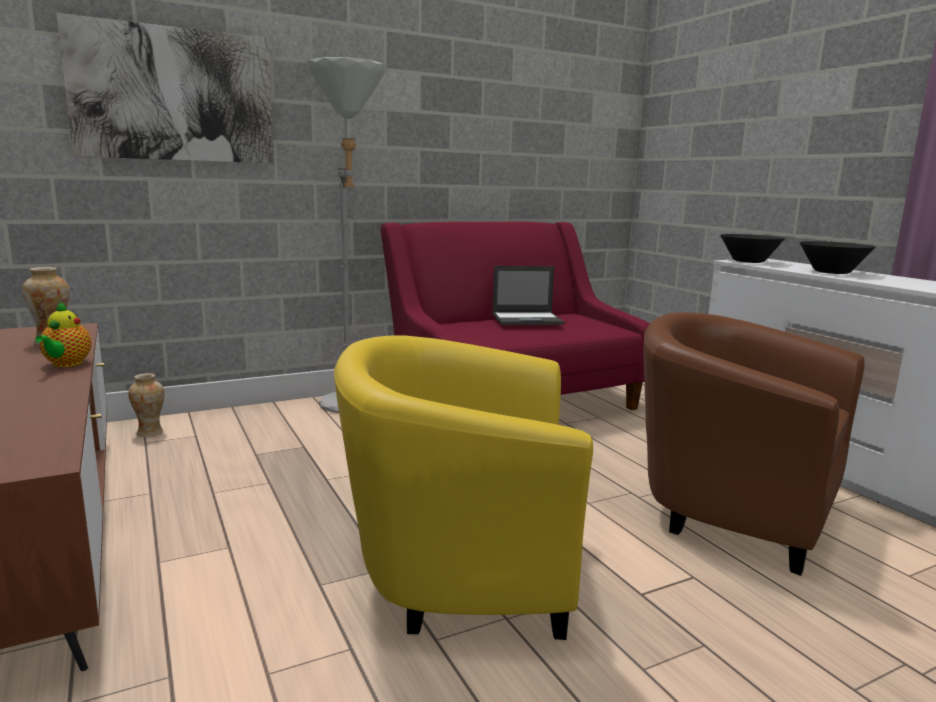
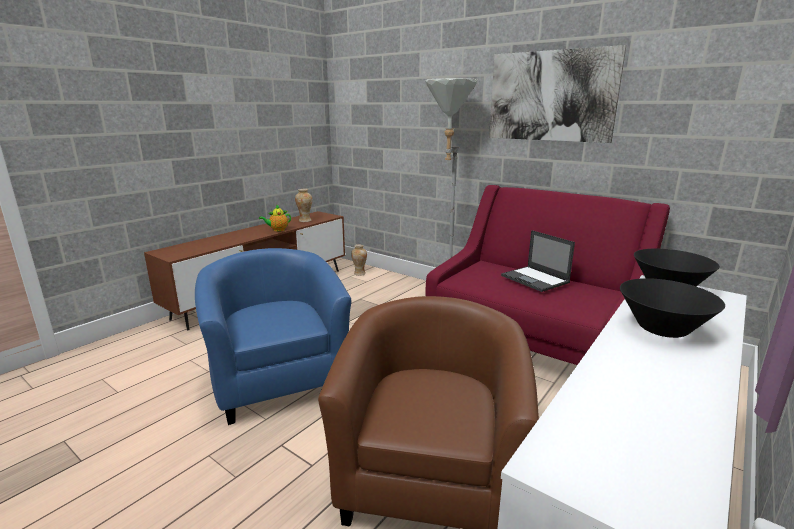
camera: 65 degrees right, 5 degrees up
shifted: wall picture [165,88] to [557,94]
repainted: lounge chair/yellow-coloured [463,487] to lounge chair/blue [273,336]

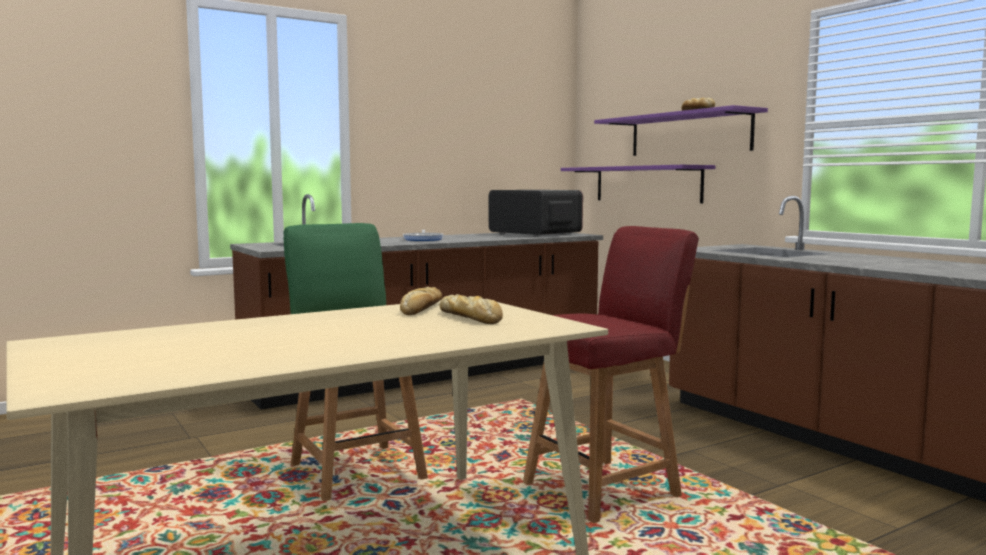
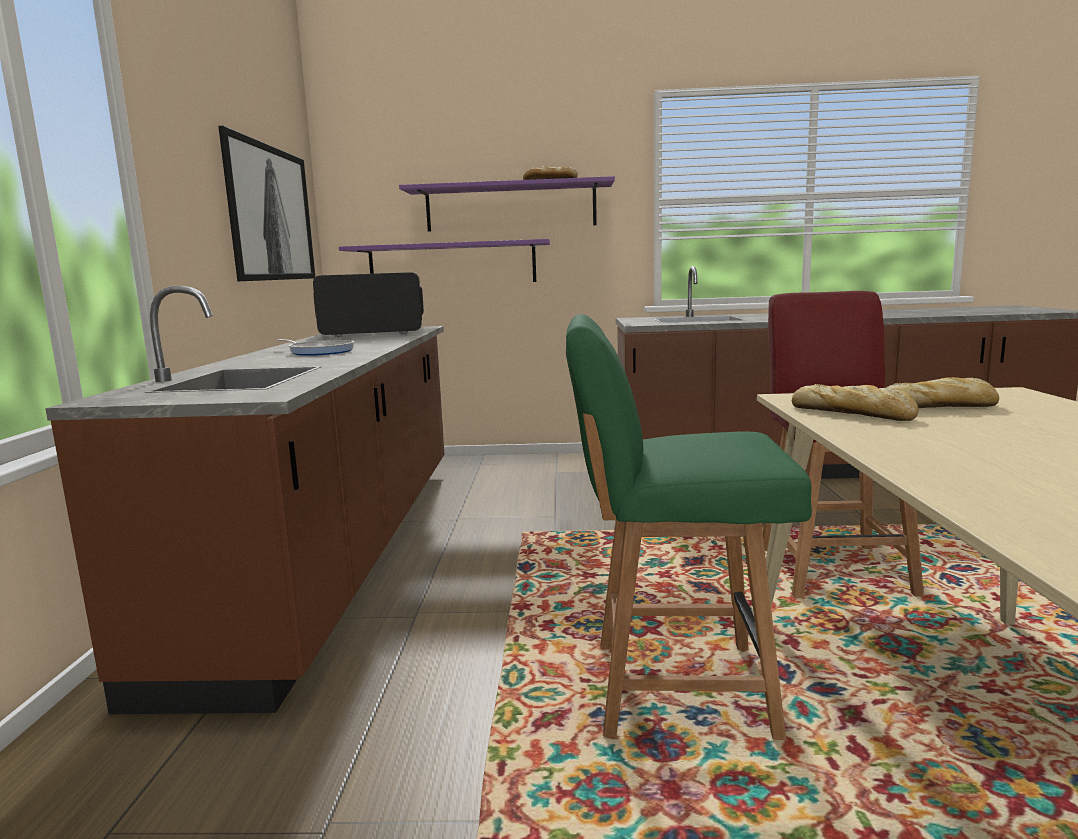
camera: 55 degrees left, 5 degrees up
new: wall picture [266,203]

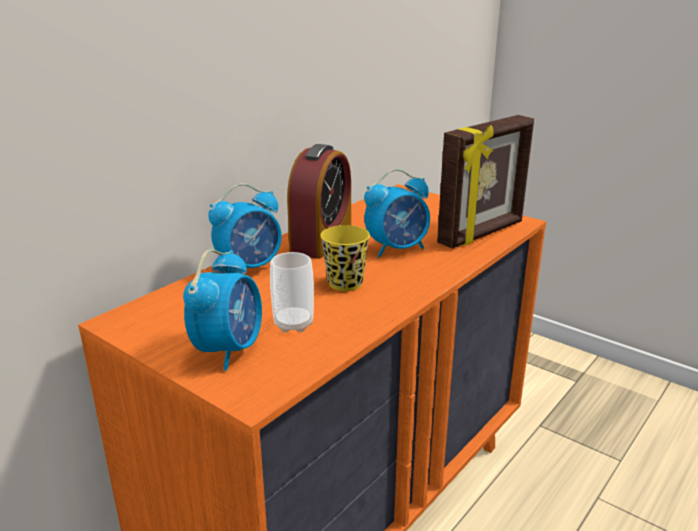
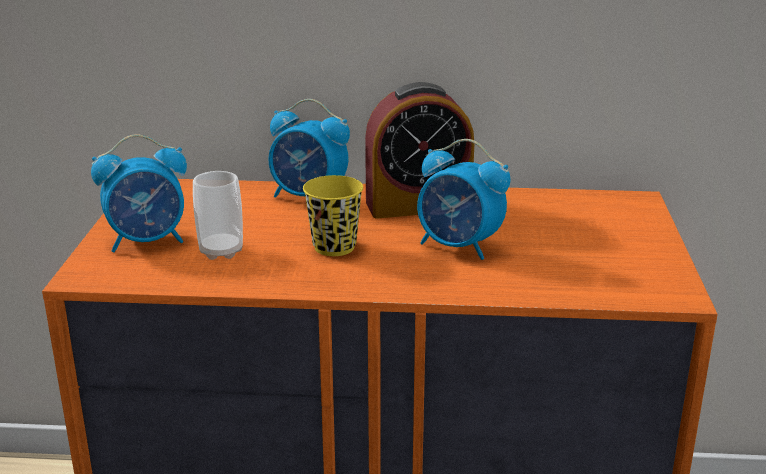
camera: 55 degrees right, 0 degrees up
gone: picture frame [485,182]

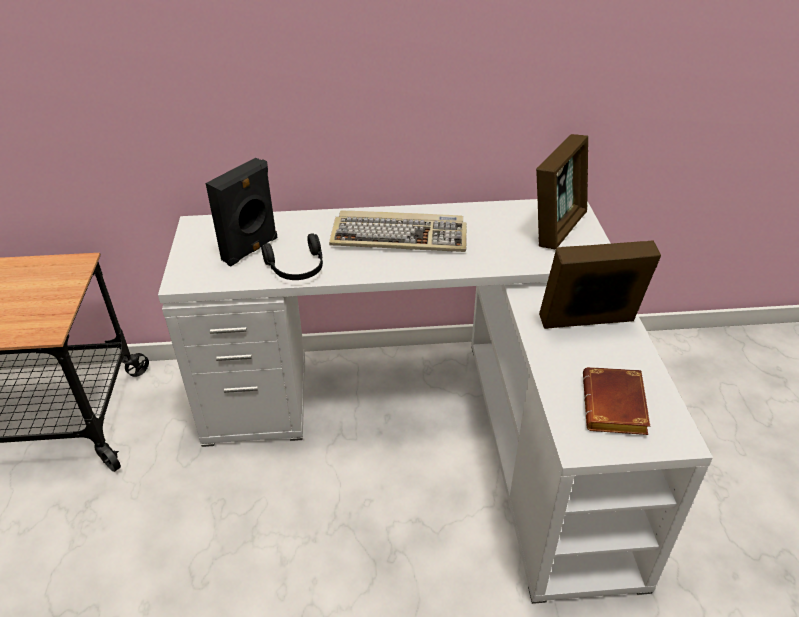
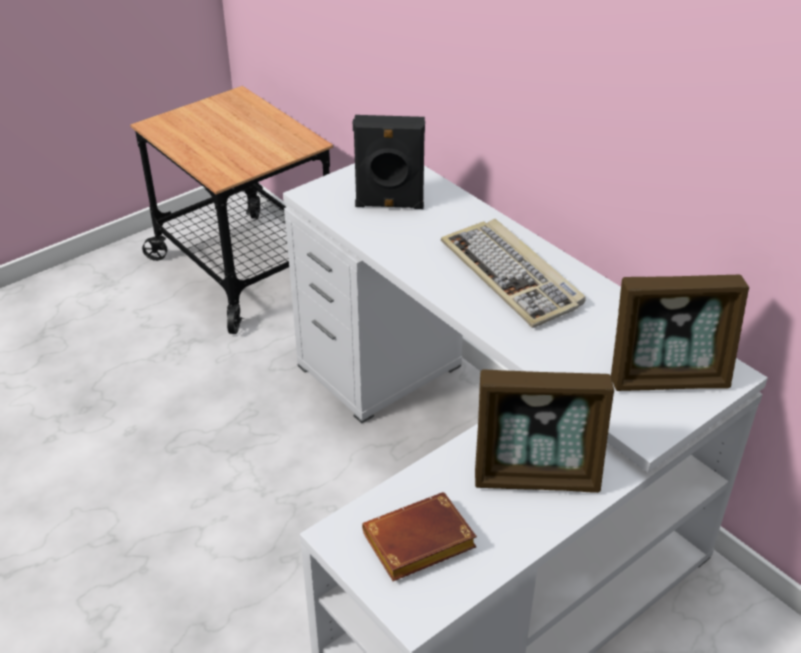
camera: 55 degrees right, 0 degrees up
gone: headphones/blackish [292,256]
rotated: picture frame [600,284] = [544,431] 135 degrees clockwise

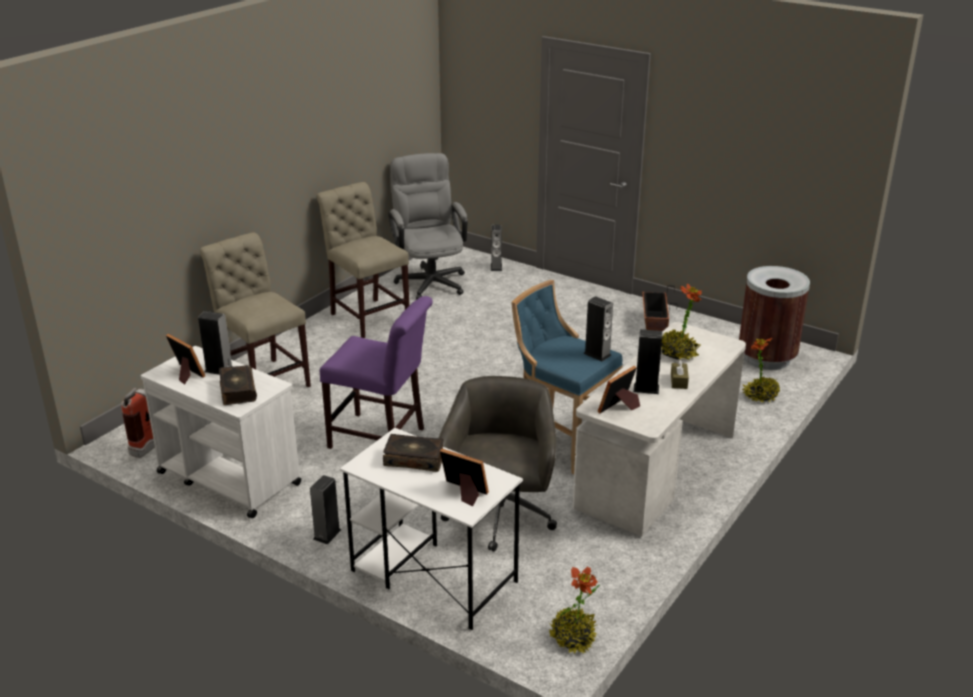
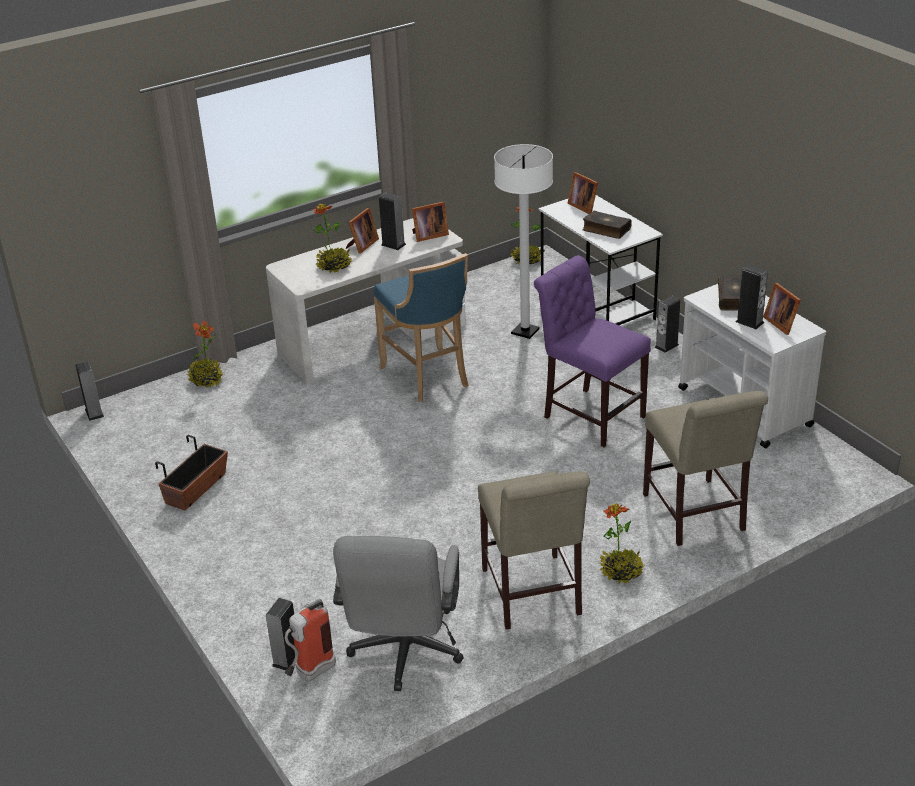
camera: 155 degrees left, 5 degrees up
gone: rubbish bin/brown [774,318]
new: plant in a pot [622,543]
shifted: speaker [598,328] to [90,391]; fire extinguisher [138,423] to [310,640]
swapped: tissue holder/brown [680,374] to picture frame [362,230]; desk chair/grey [498,464] to floor lamp/whitish [523,241]

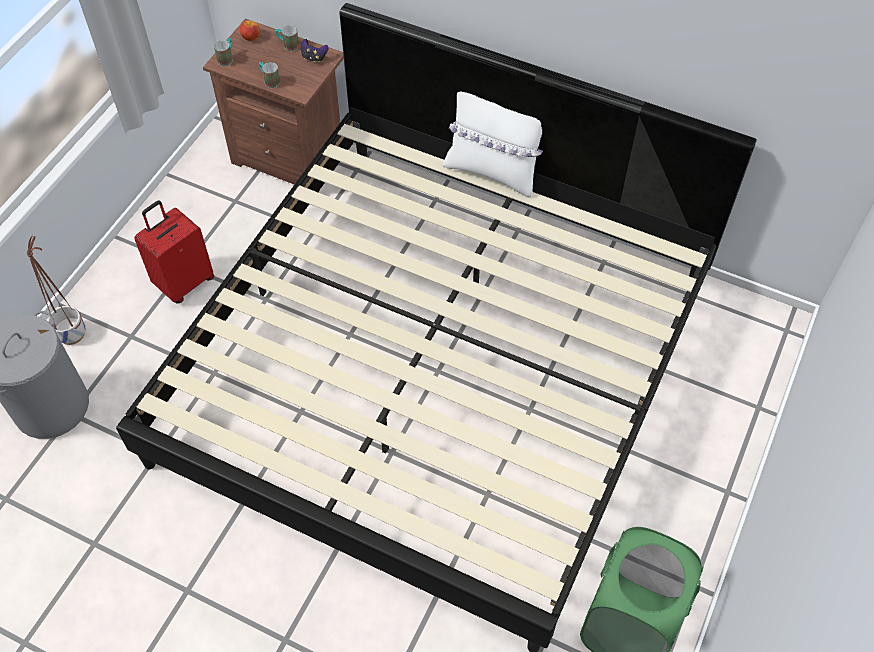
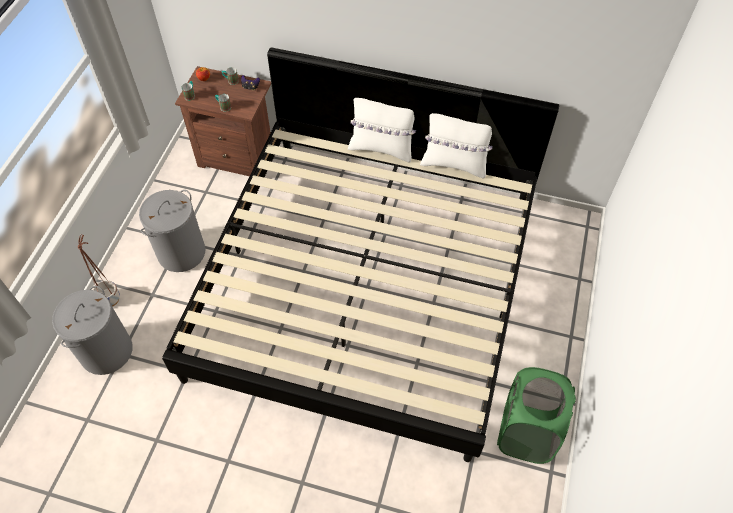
camera: 10 degrees left, 0 degrees up
new: cushion/whitish [456,146]
swapped: travel case/red [174,252] to laundry basket/grey [172,231]

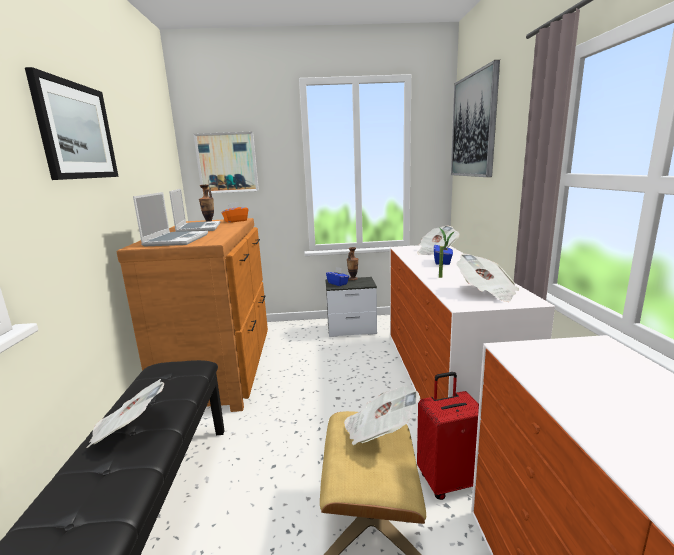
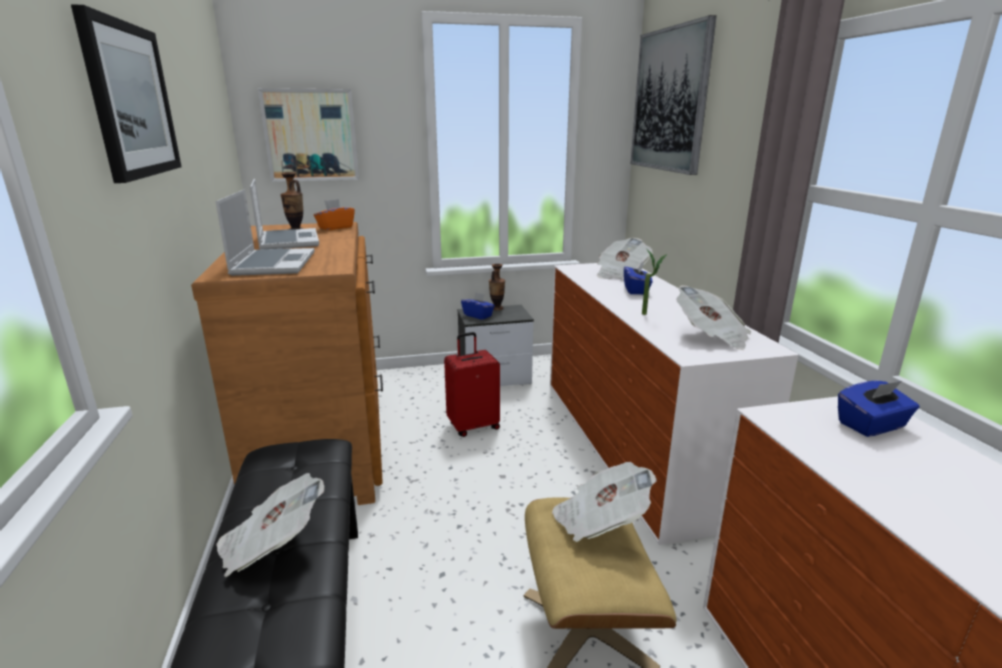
camera: 10 degrees left, 5 degrees up
new: tissue holder/blue [878,409]
shifted: travel case/red [448,436] to [472,384]

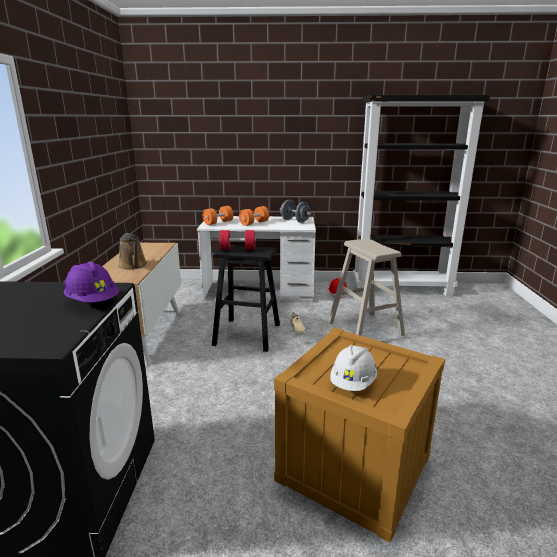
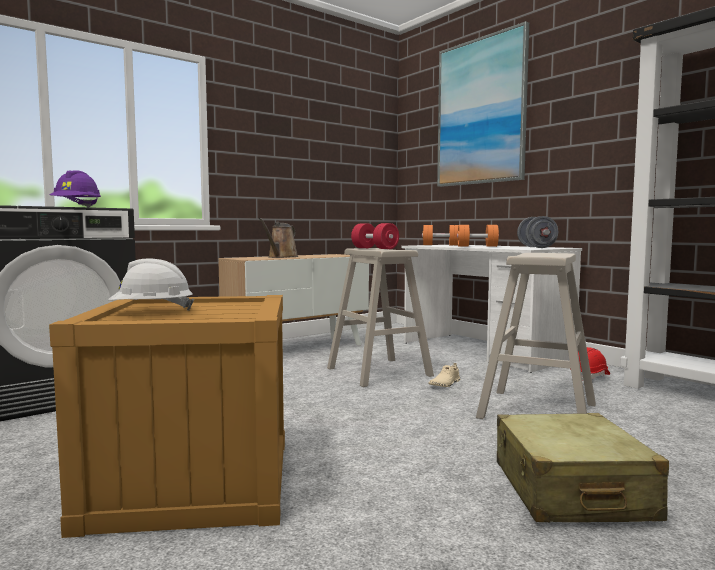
camera: 50 degrees right, 15 degrees down
new: wall picture [483,104]; travel case/beige-coloured [583,468]
repainted: stool/blackish [246,298] to stool/beige-coloured [380,317]

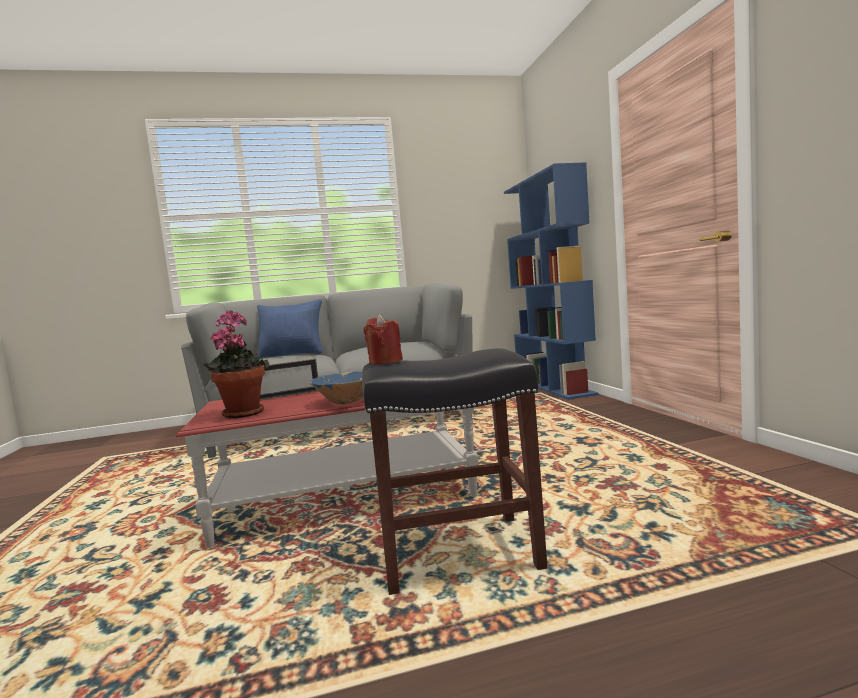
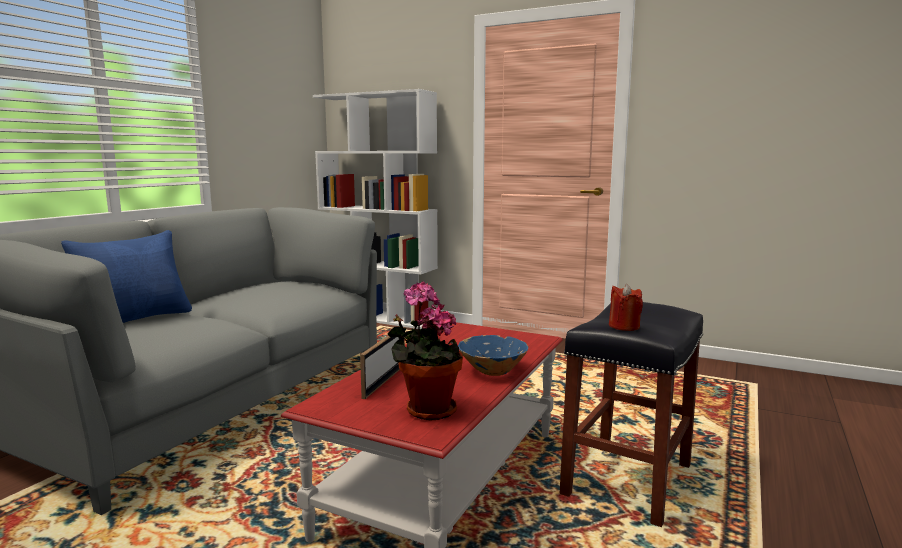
camera: 50 degrees left, 5 degrees up
repainted: bookshelf/blue [551,281] to bookshelf/whitish [375,209]

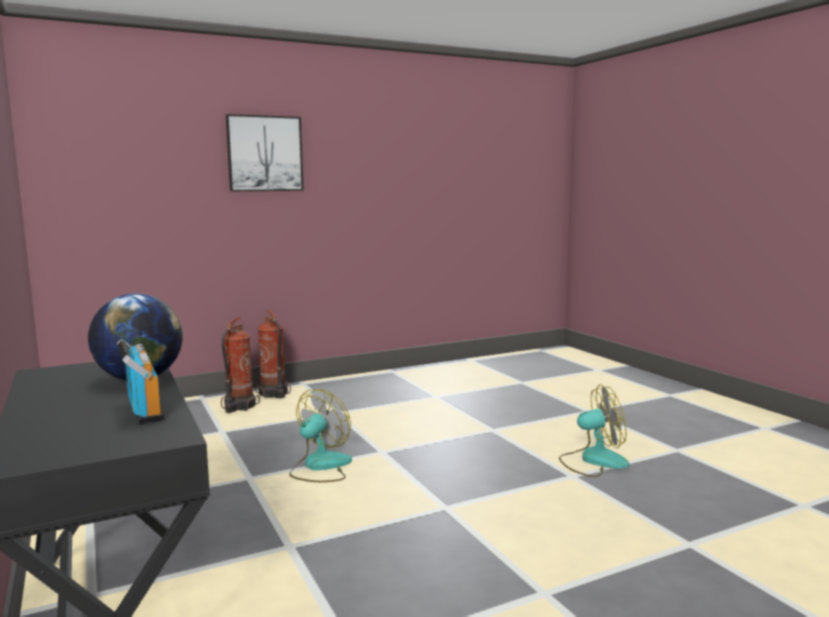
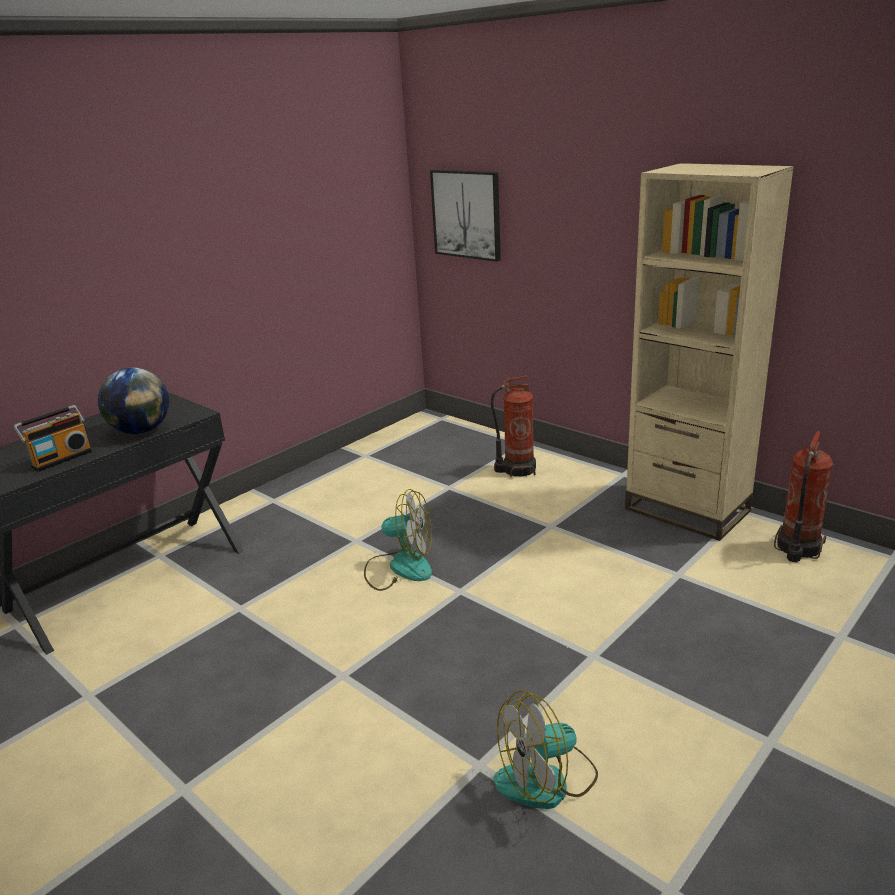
camera: 70 degrees right, 15 degrees up
new: bookshelf/beige-coloured [709,352]
shifted: wall picture [265,152] to [465,216]; fire extinguisher [273,353] to [803,497]
rotated: cooling fan [594,431] = [545,749] 90 degrees clockwise

